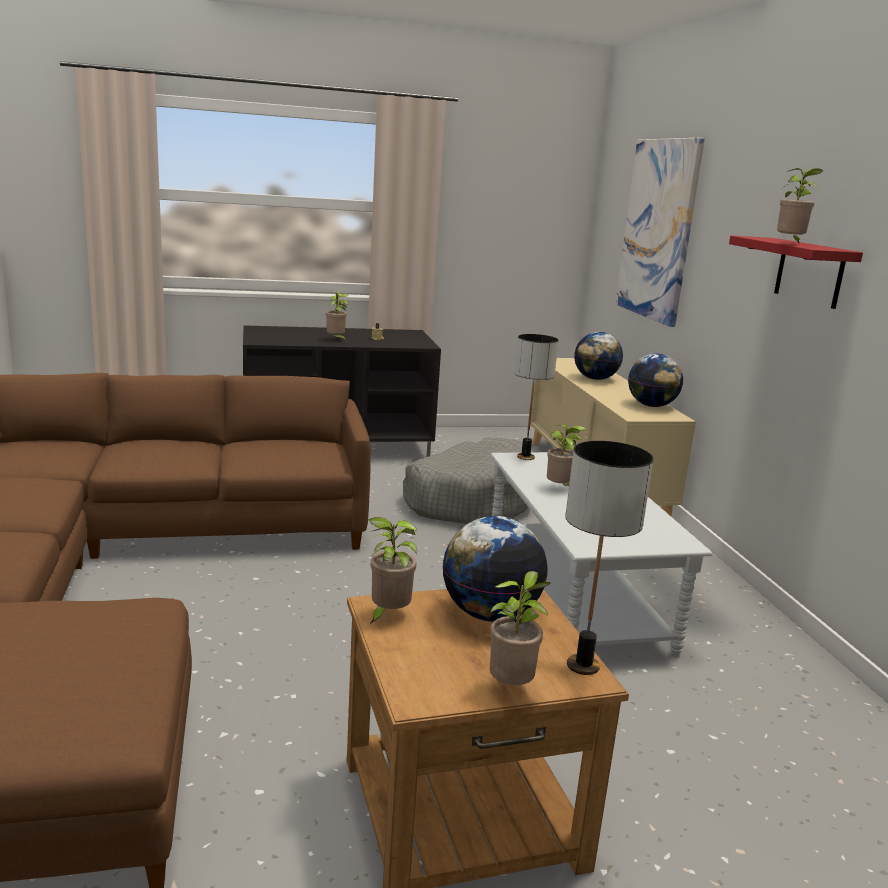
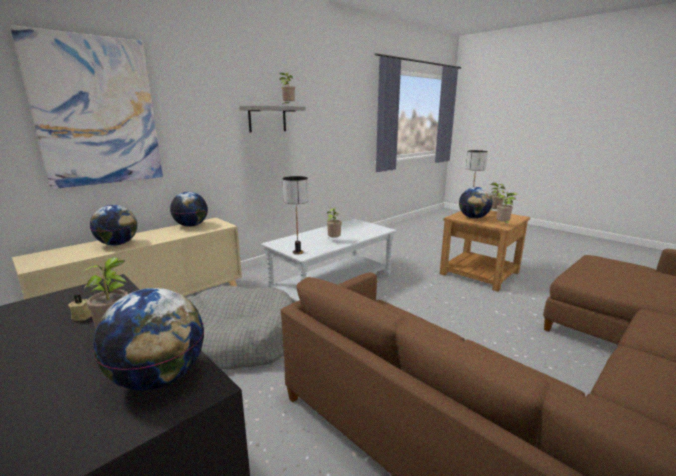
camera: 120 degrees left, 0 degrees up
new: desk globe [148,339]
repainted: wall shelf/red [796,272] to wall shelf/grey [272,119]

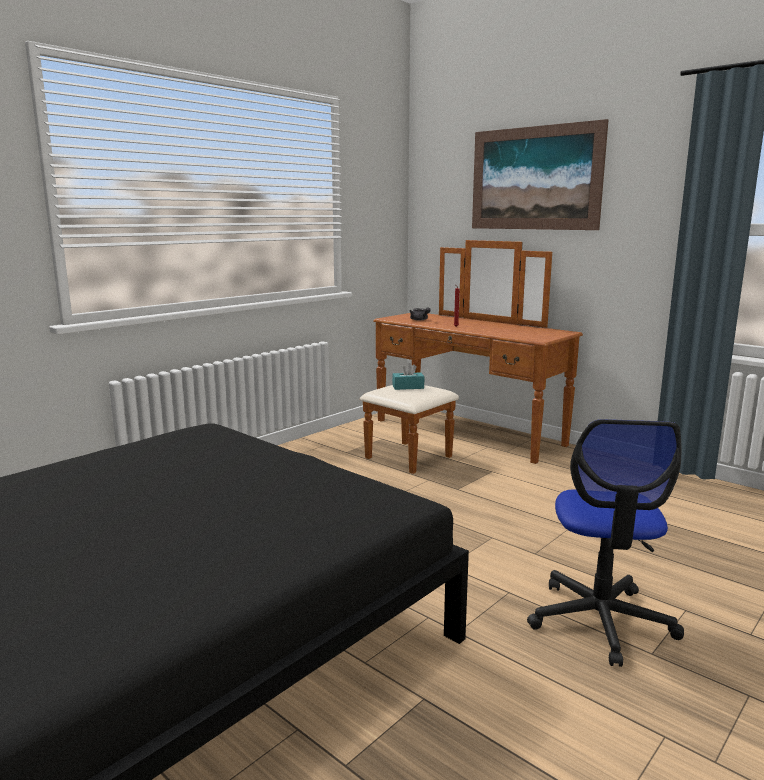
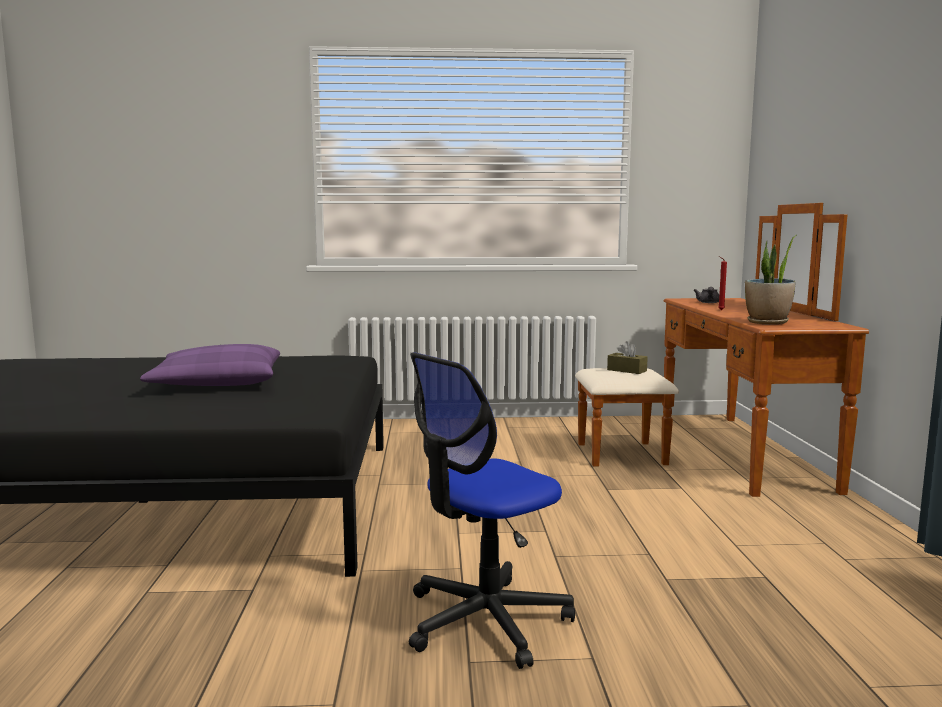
camera: 45 degrees right, 5 degrees down
gone: wall picture [540,174]
new: plant in a pot [770,279]; cushion/purple-coloured [210,365]
repainted: tissue holder/turquoise [408,376] to tissue holder/brown [627,357]

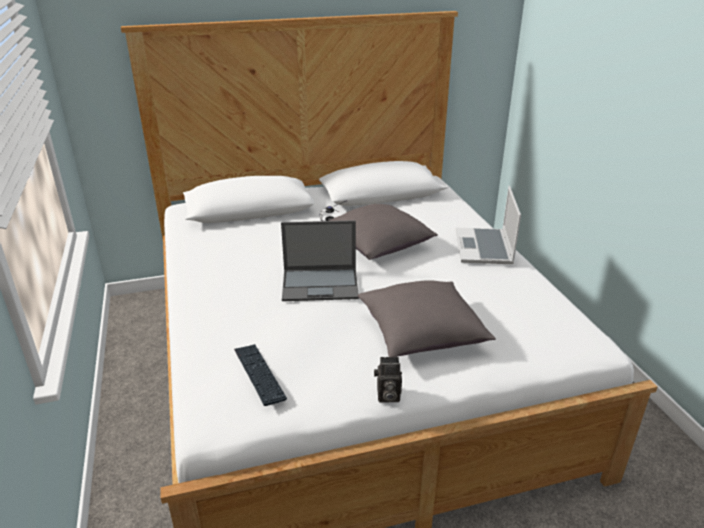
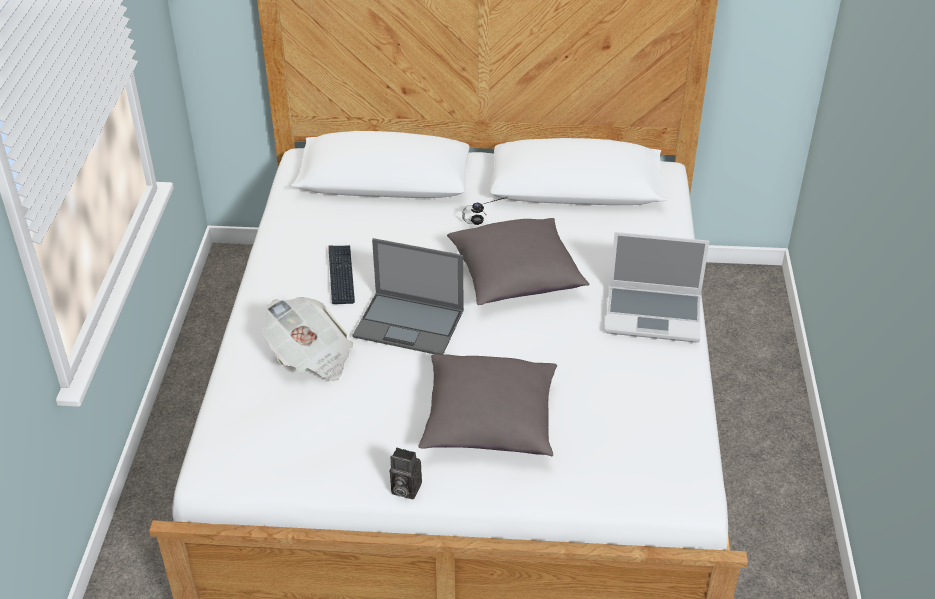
camera: 20 degrees right, 10 degrees up
new: daily paper [308,339]
shifted: PC keyboard [260,375] to [341,274]
rotated: notebook computer [488,225] = [657,287] 105 degrees counterclockwise

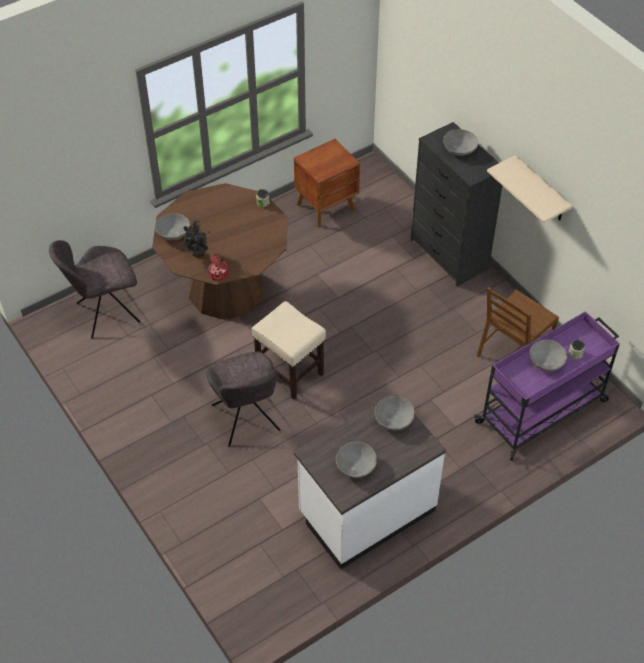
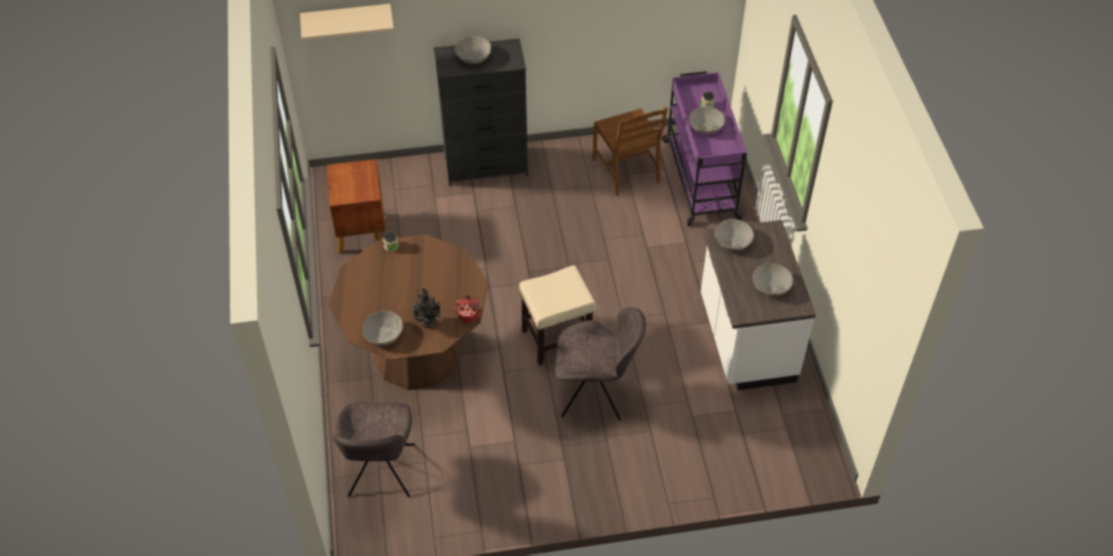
camera: 65 degrees left, 0 degrees up
shifted: wall shelf/beige-coloured [530,189] to [347,22]

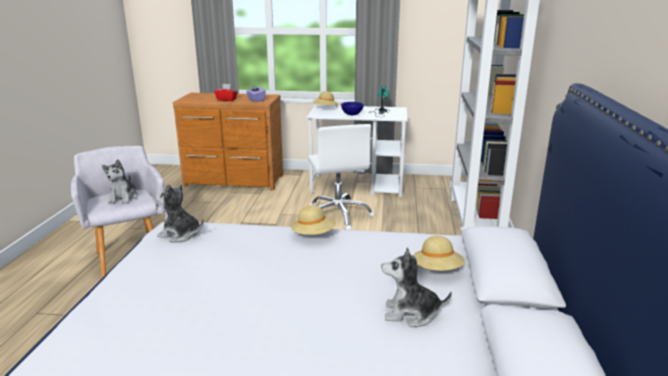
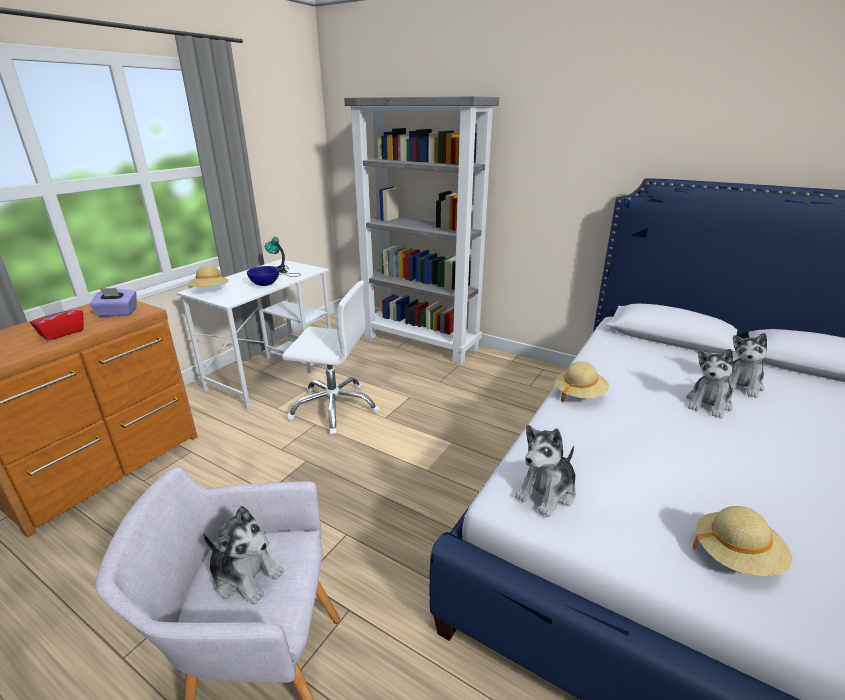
camera: 65 degrees left, 5 degrees up
new: plush toy [709,384]
shifted: wearable hat/beige-coloured [439,253] to [742,541]

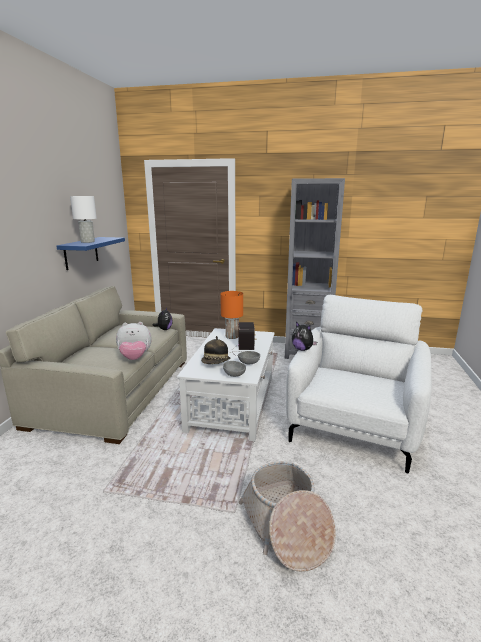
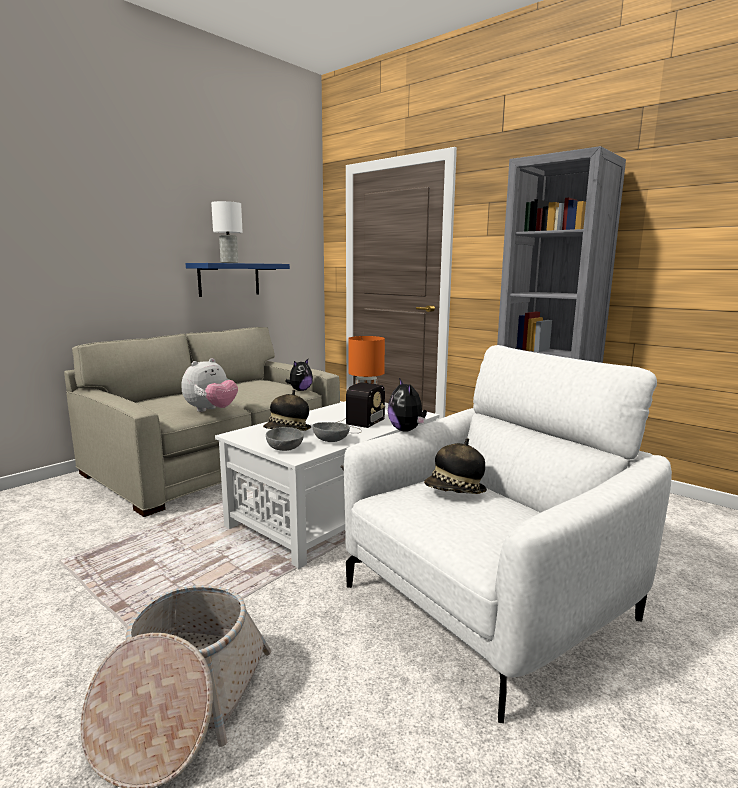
camera: 30 degrees right, 5 degrees down
new: wearable hat [455,466]
rotated: plush toy [134,341] = [210,385] 75 degrees counterclockwise

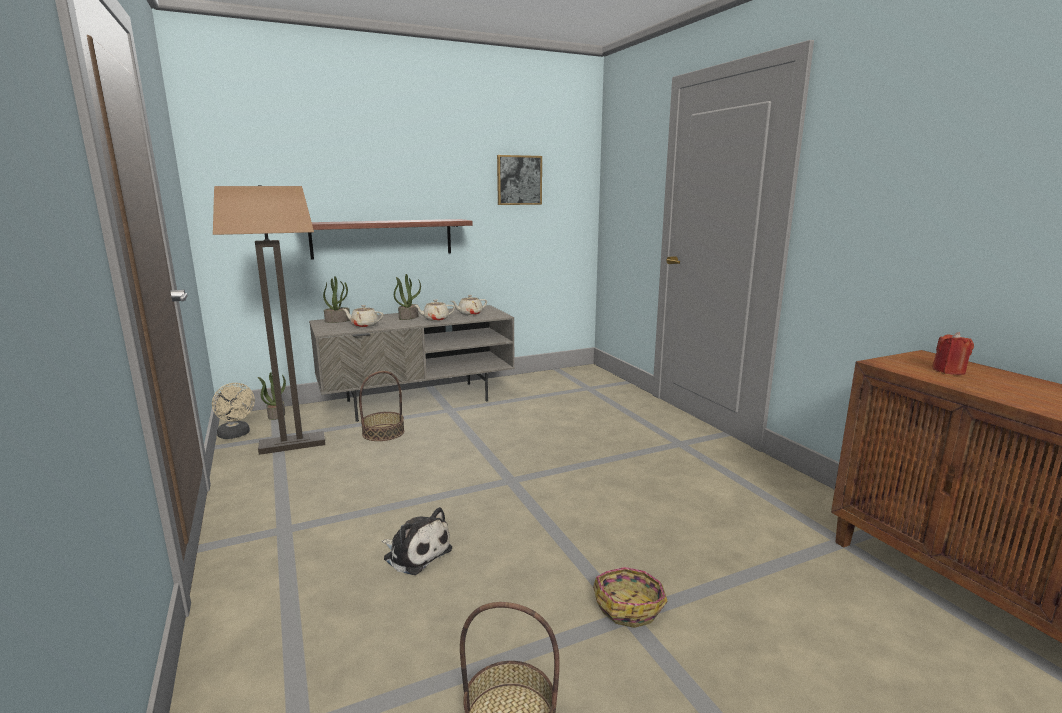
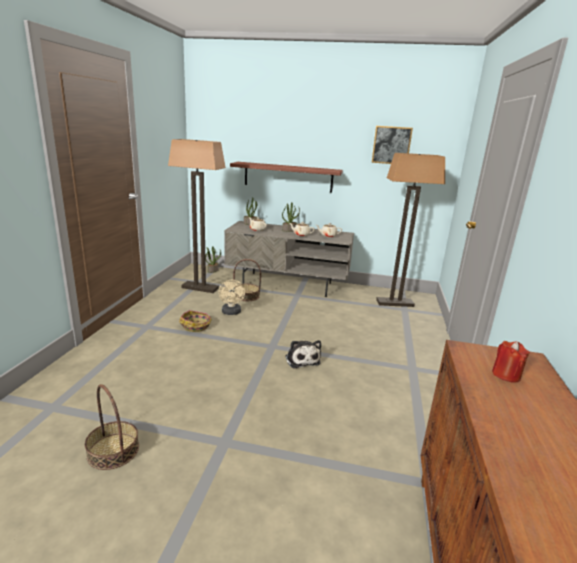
camera: 35 degrees right, 5 degrees up
new: floor lamp [410,230]
shifted: cooling fan/beige-coloured [233,411] to [231,297]; plush toy [417,541] to [303,354]; household basket [630,597] to [195,321]

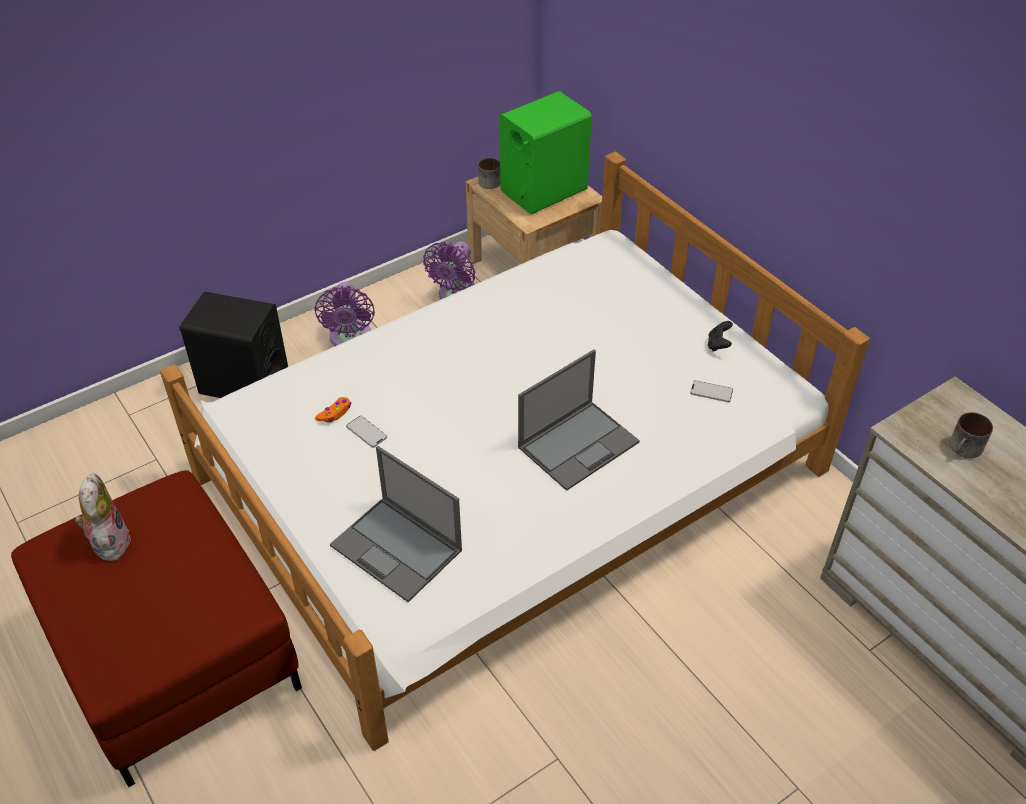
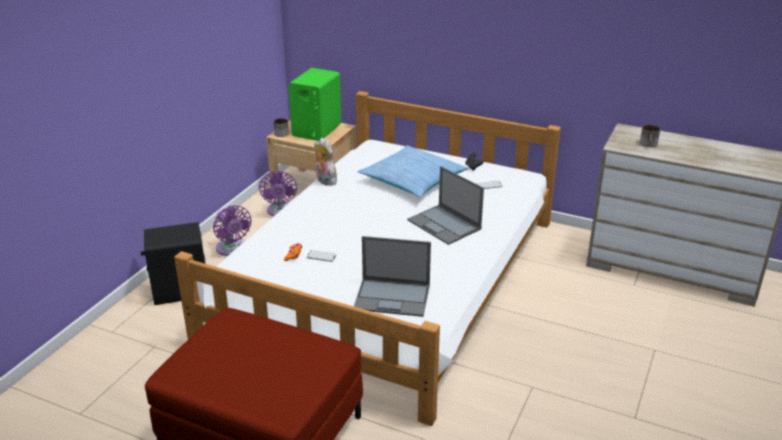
camera: 30 degrees left, 15 degrees down
new: cushion [412,171]
shifted: plush toy [103,517] to [325,162]
rotated: notebook computer [579,420] = [445,205] 120 degrees clockwise

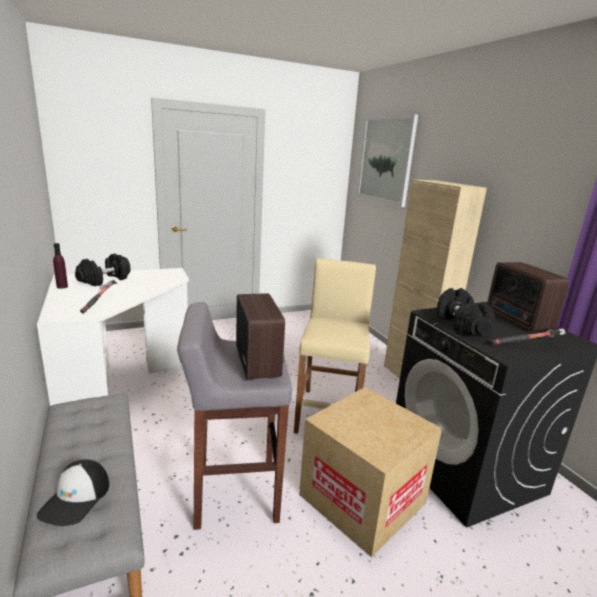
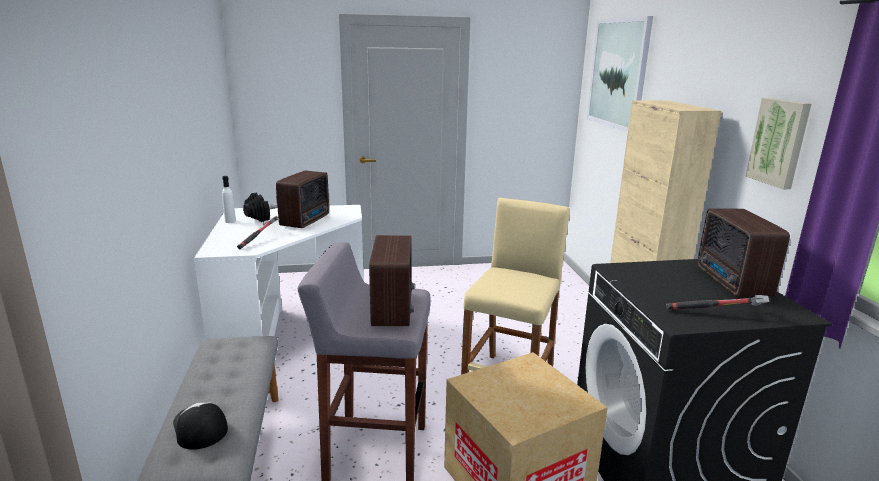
camera: 15 degrees right, 0 degrees up
gone: dumbbell/blackish [465,311]
new: wall picture [778,143]; radio set [302,199]
repainted: beverage bottle/purple-coloured [60,266] to beverage bottle/whitish [229,199]
rotated: baseball cap [73,492] = [200,426] 120 degrees clockwise

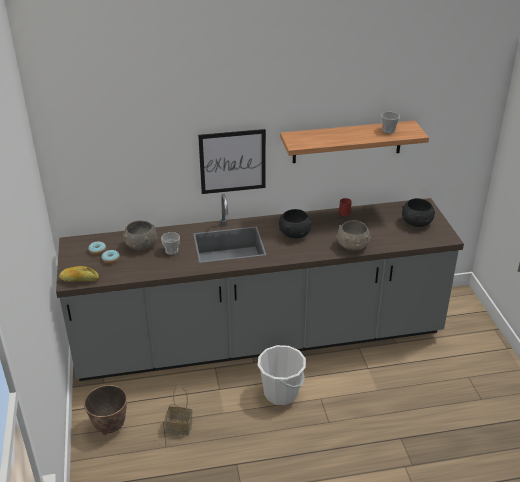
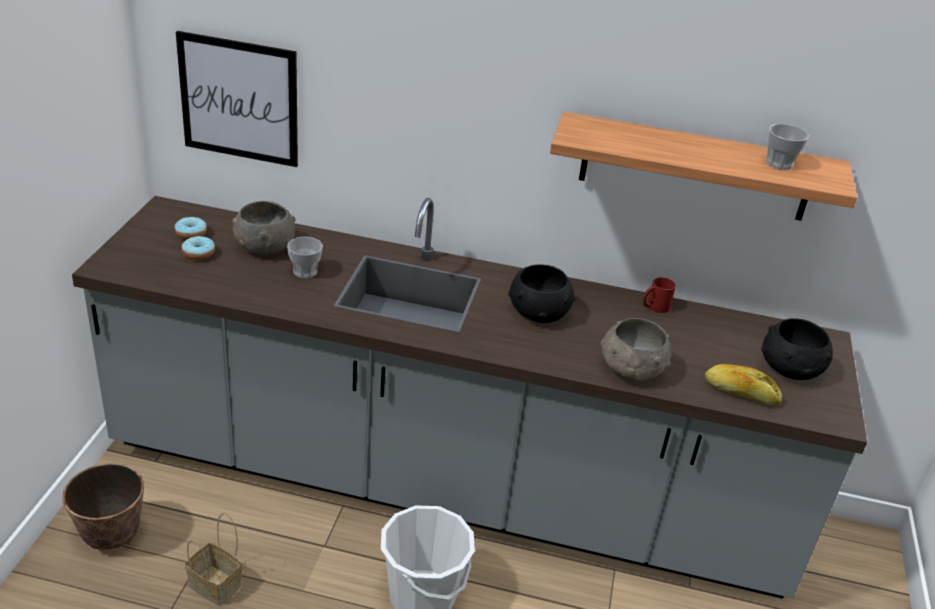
camera: 20 degrees right, 0 degrees up
shifted: wall picture [232,161] to [237,99]; bakery bread [79,274] to [743,385]

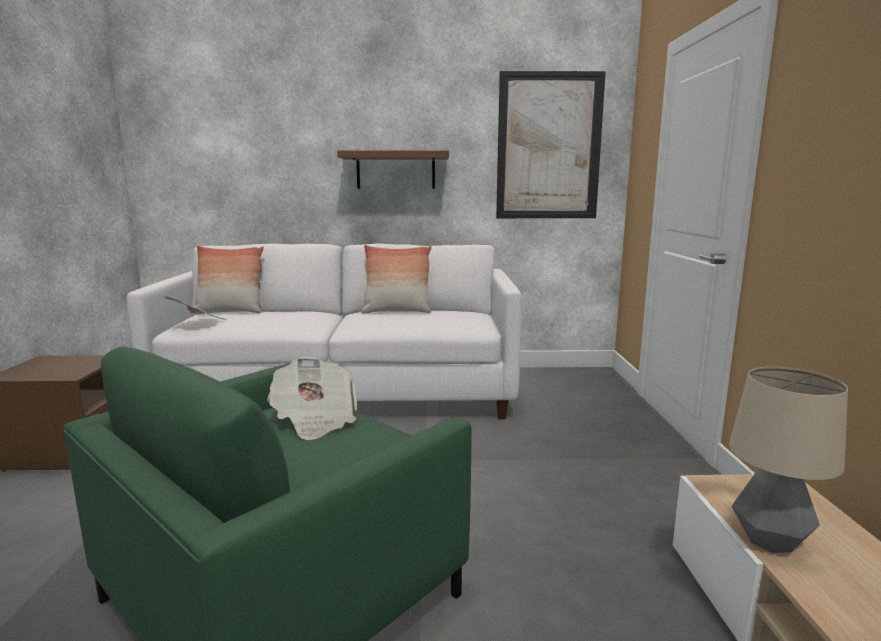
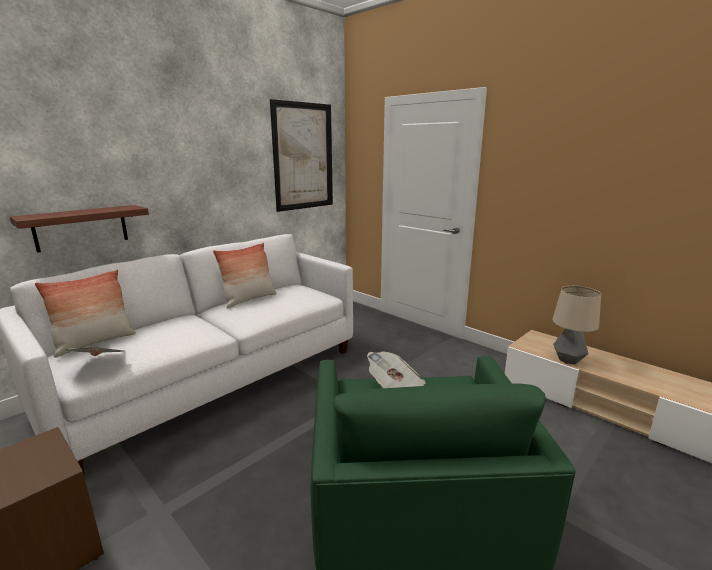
camera: 45 degrees left, 5 degrees up
shifted: wall shelf [393,169] to [79,229]

